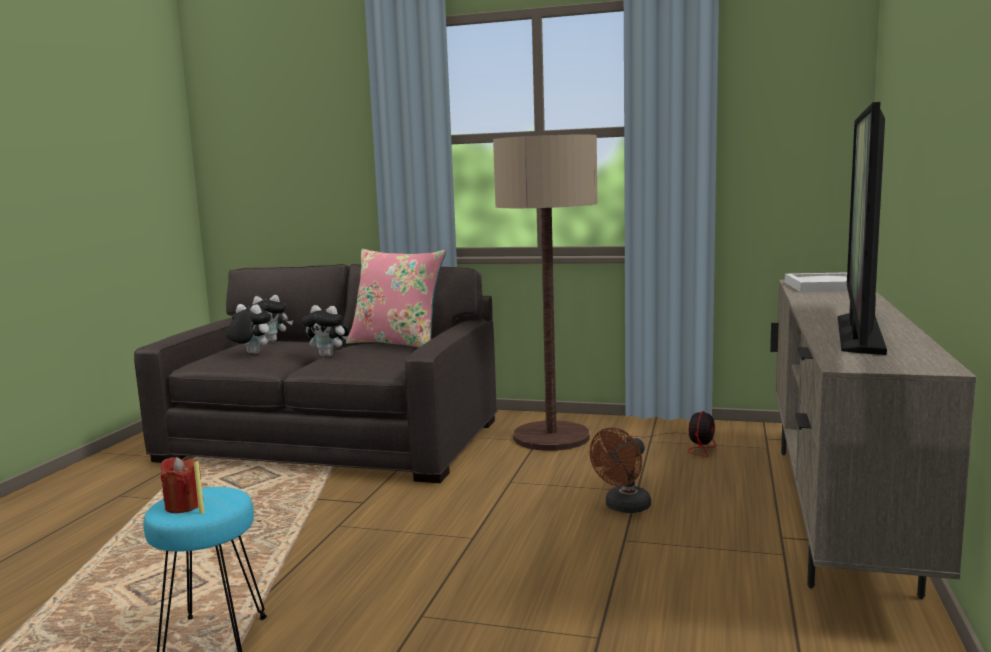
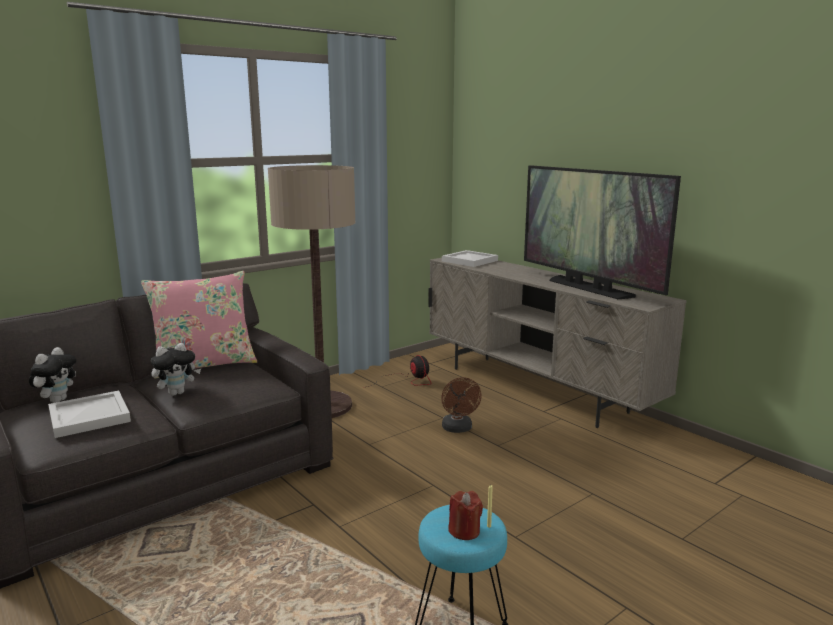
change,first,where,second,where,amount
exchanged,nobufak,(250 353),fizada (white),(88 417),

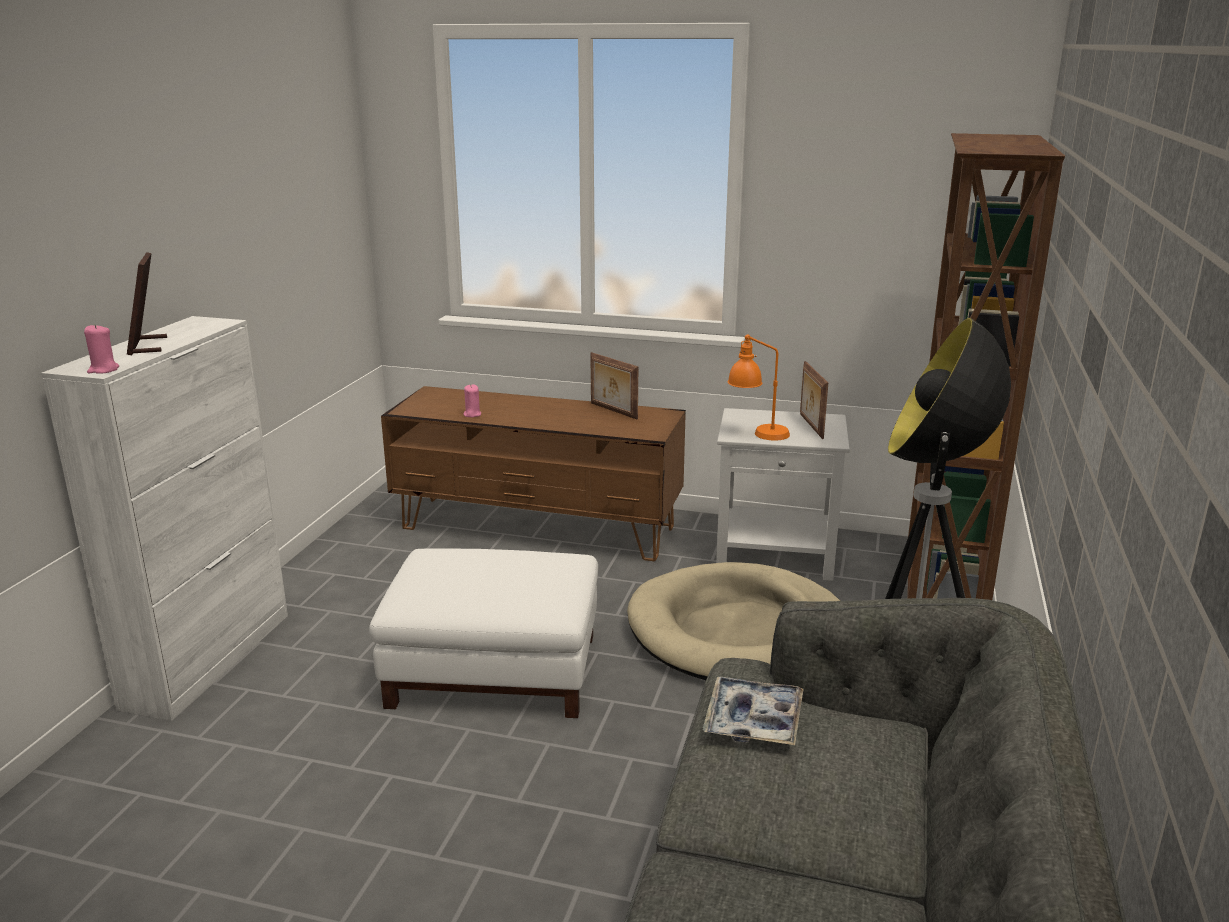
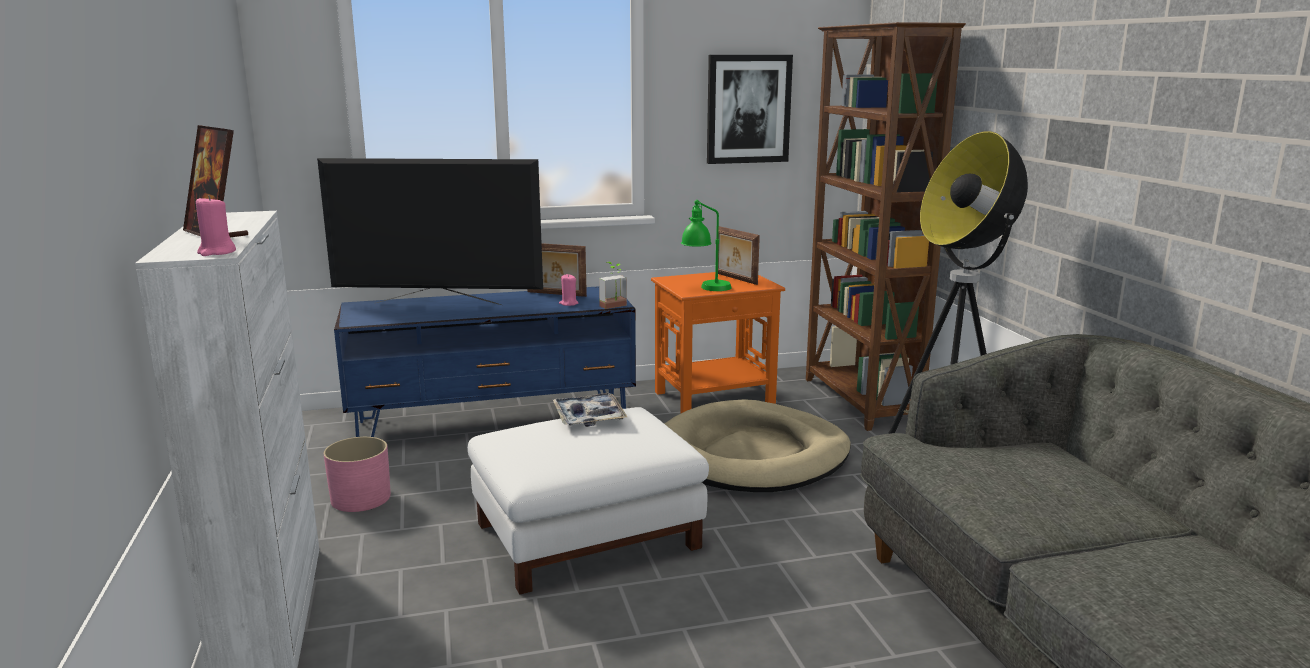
change,first,where,second,where,amount
colour,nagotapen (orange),(757 435),nagotapen (green),(706 289),
relocated,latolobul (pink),(472 414),,(568 303),
colour,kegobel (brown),(538 528),kegobel (blue),(494 421),
colour,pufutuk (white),(776 555),pufutuk (orange),(715 398),
relocated,fizada,(753 720),,(589 417),
appeared,,,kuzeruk,(748 109),
appeared,,,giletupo,(438 304),
appeared,,,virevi,(615 307),
appeared,,,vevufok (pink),(361 498),

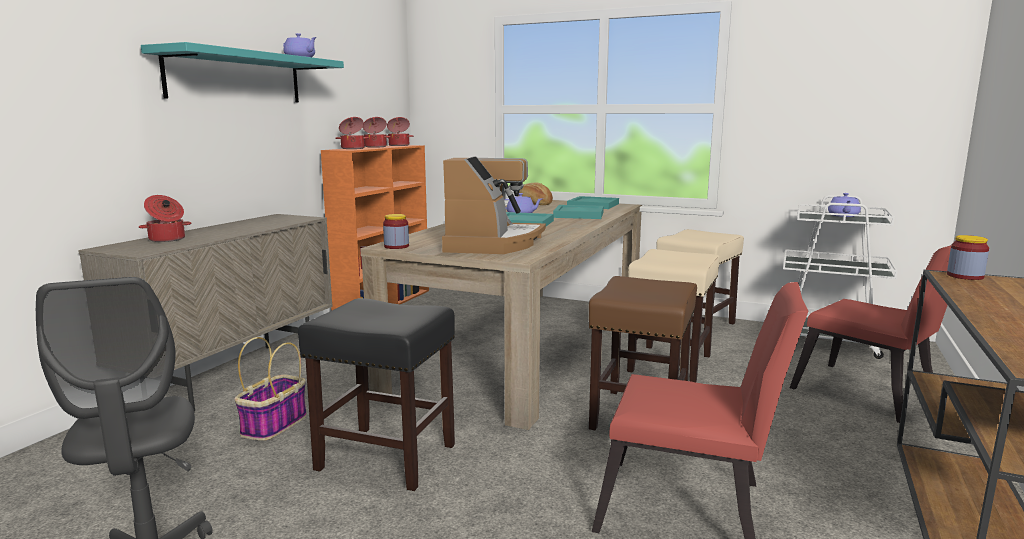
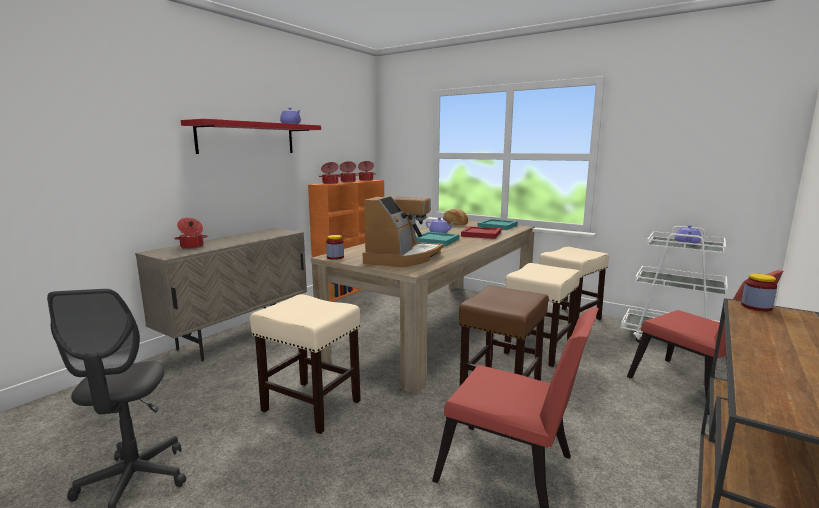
change,first,where,second,where,amount
colour,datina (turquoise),(236 78),datina (red),(247 138),
colour,fizada (turquoise),(579 215),fizada (red),(481 234),
colour,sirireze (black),(384 457),sirireze (beige),(310 405),
missing,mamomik,(274 425),,,

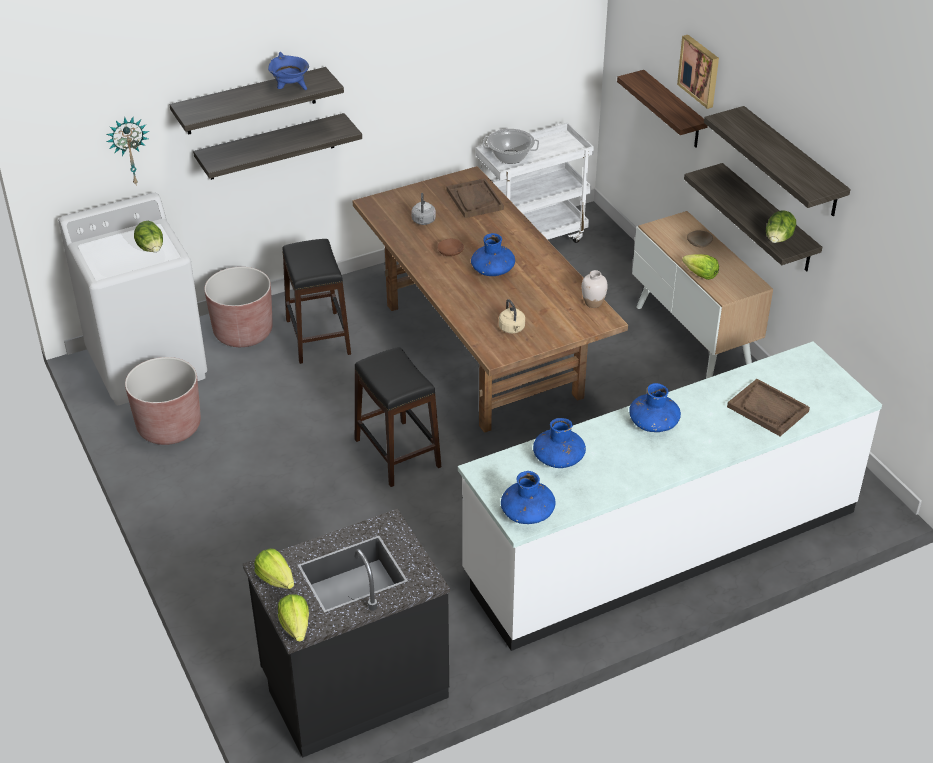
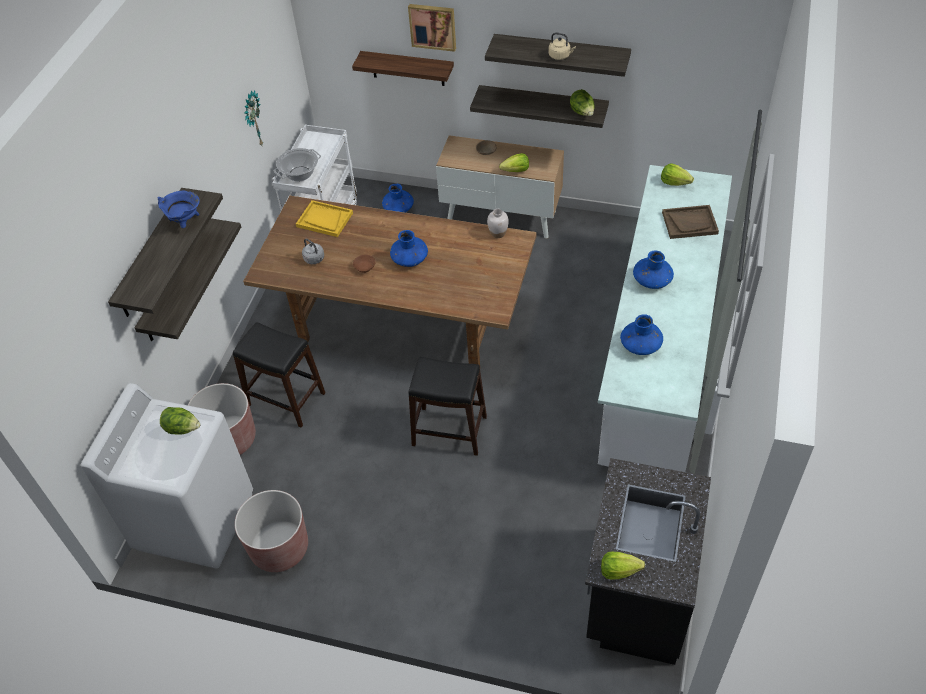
change,first,where,second,where,amount
relocated,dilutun,(129 150),,(252 120),
colour,fizada (brown),(474 200),fizada (yellow),(324 220),
relocated,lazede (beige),(512 329),,(560 56),
relocated,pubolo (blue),(527 513),,(398 208),
relocated,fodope,(296 626),,(674 182),

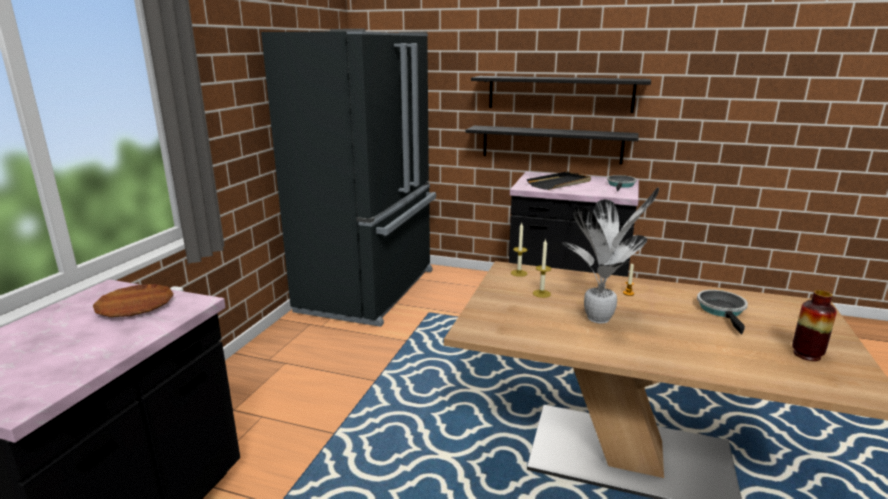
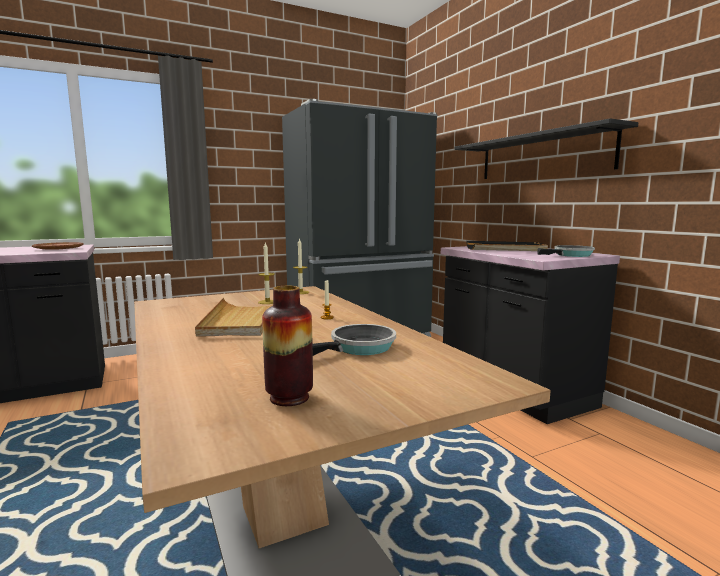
change,first,where,second,where,amount
missing,datina (black),(551 144),,,
exchanged,virevi,(601 319),fizada (beige),(241 320),

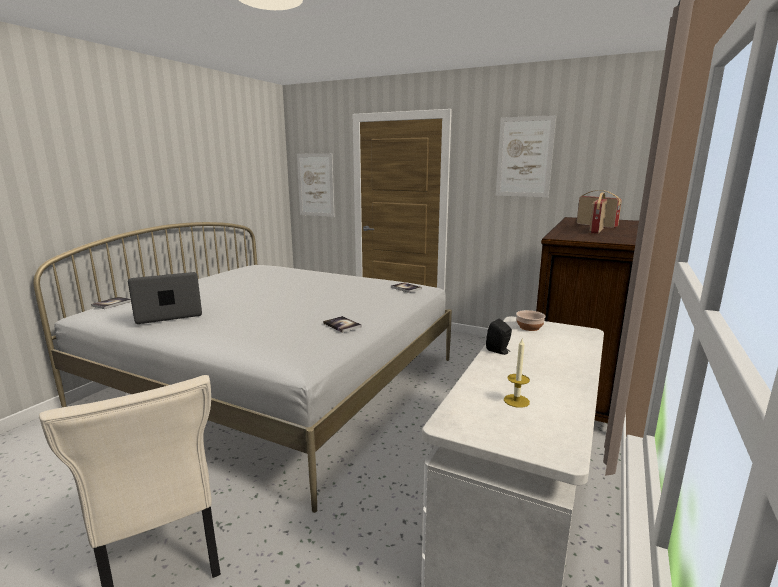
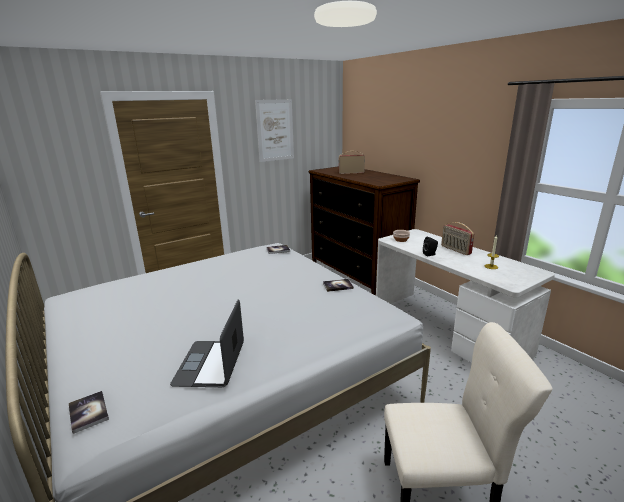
change,first,where,second,where,amount
missing,kuzeruk,(315 185),,,
relocated,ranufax,(596 230),,(455 250),

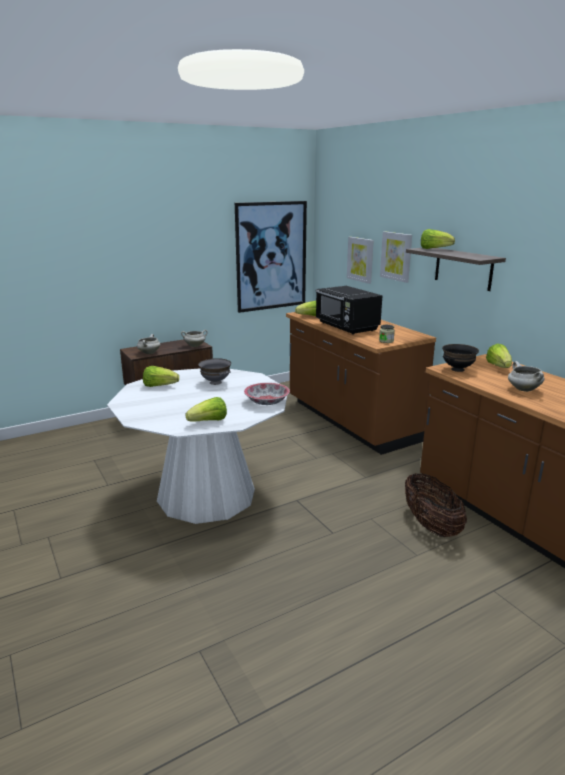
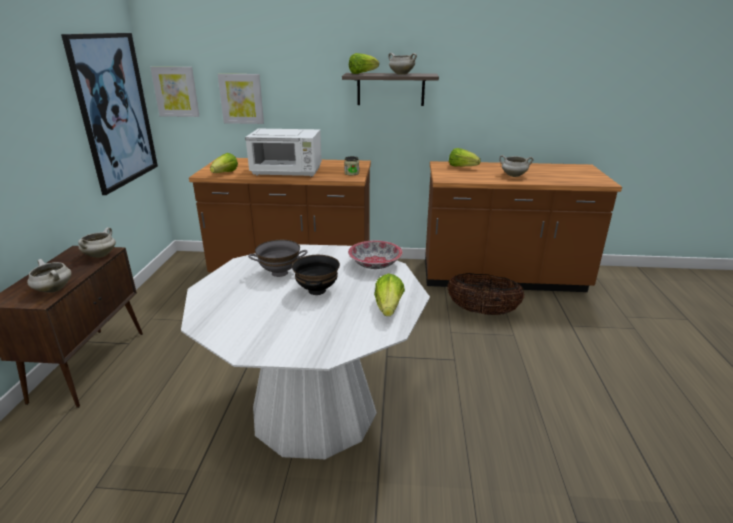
change,first,where,second,where,amount
relocated,kuzeruk,(396 256),,(176 91),
colour,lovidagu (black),(346 327),lovidagu (white),(287 172),
relocated,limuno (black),(457 369),,(316 290),
missing,fodope,(159 386),,,
appeared,,,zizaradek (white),(401 74),

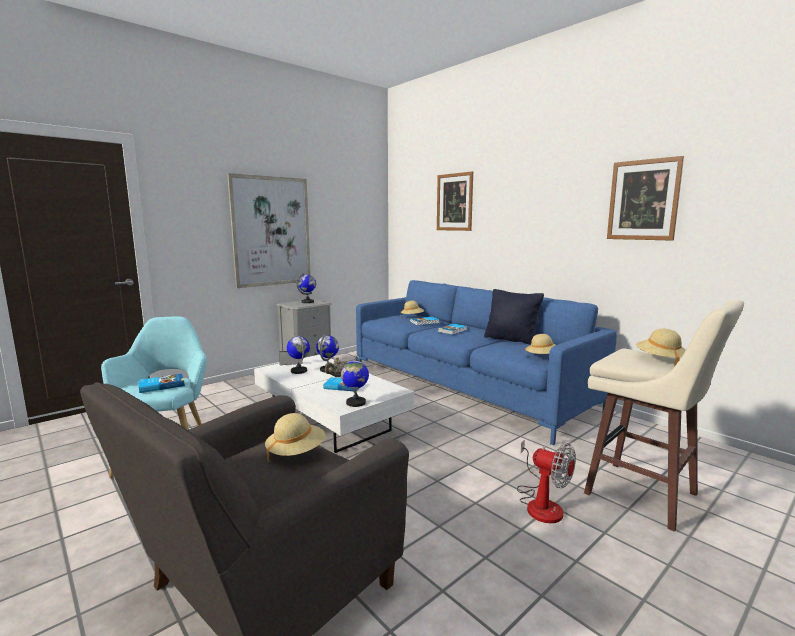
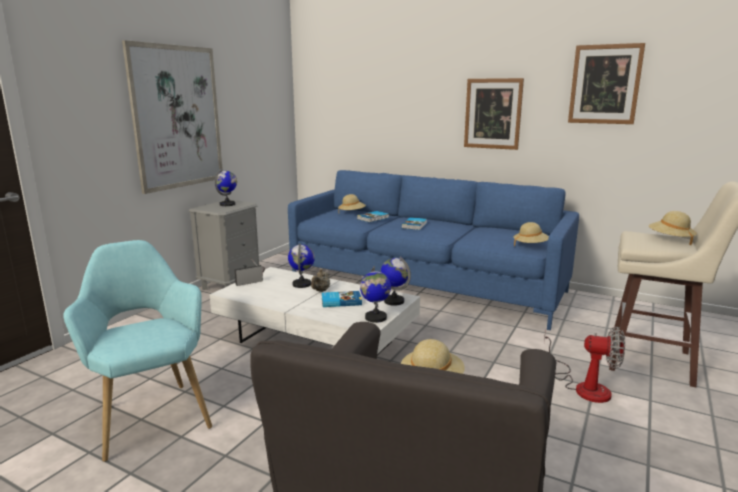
change,first,where,second,where,amount
relocated,kuzeruk,(454 202),,(493 114),
missing,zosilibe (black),(511 340),,,
relocated,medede,(299 371),,(394 301),
missing,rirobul,(161 385),,,

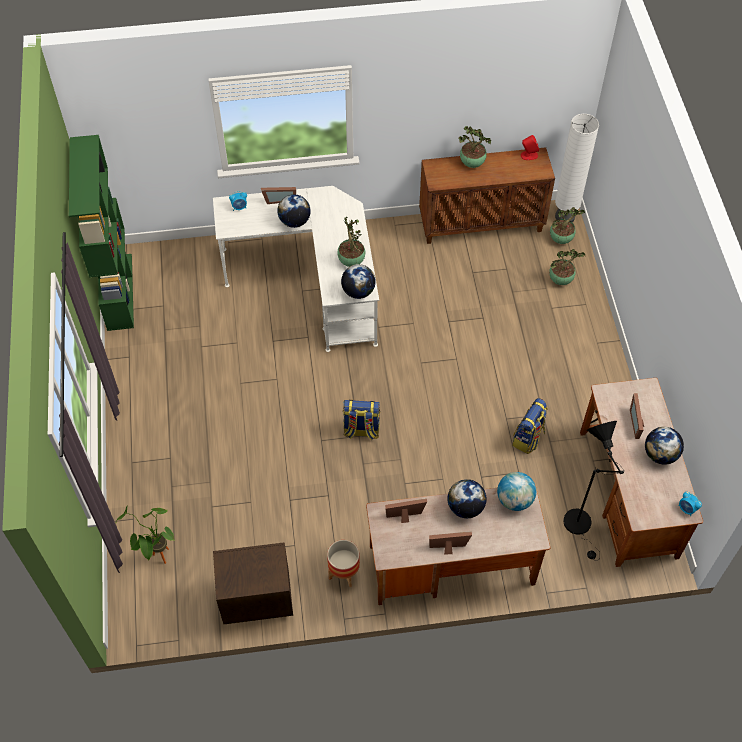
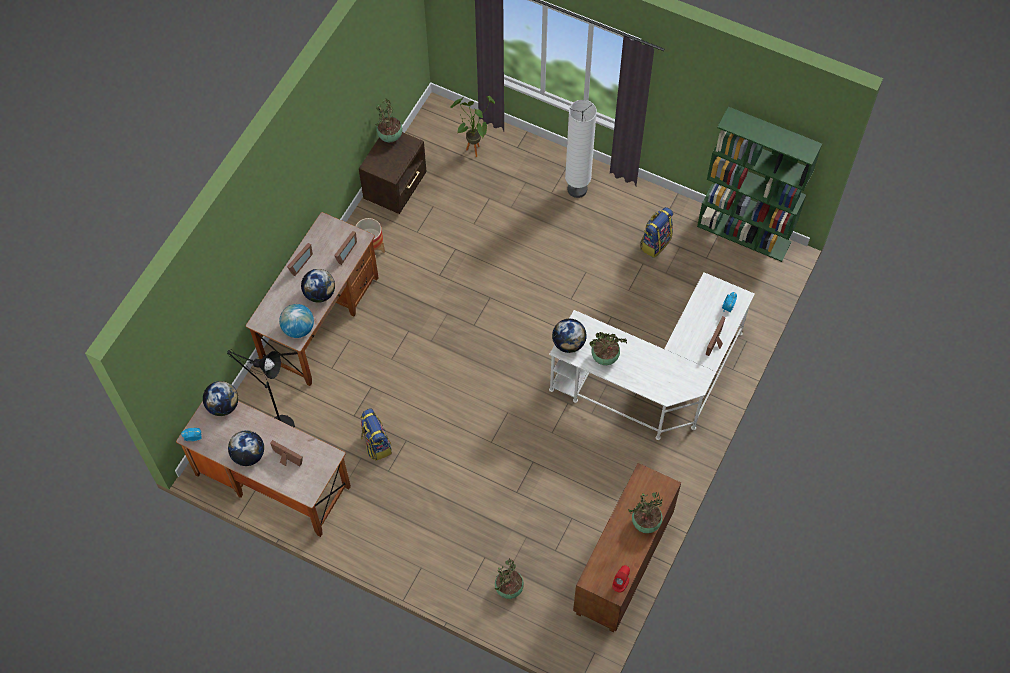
change,first,where,second,where,amount
relocated,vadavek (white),(564 217),,(577 189),
relocated,medede,(294 221),,(223 406),
relocated,virevi,(561 239),,(390 137),
relocated,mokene,(361 430),,(655 242),

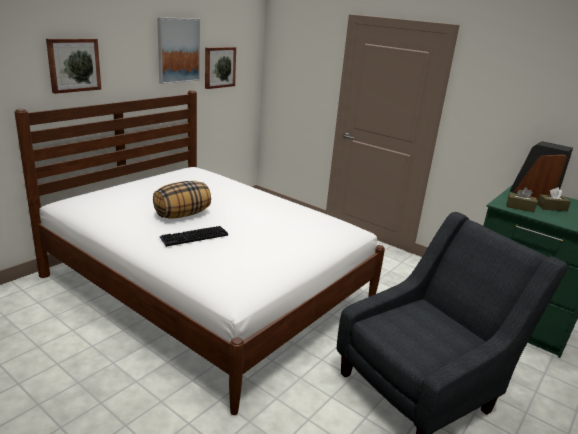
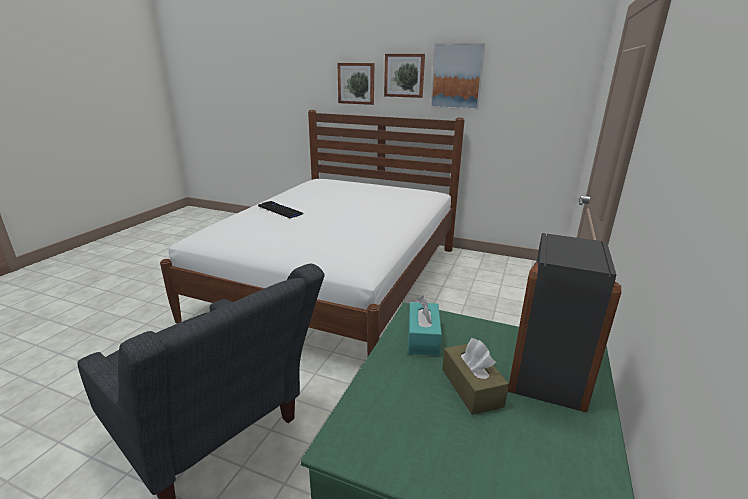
change,first,where,second,where,amount
relocated,kuzeruk,(219 67),,(404 75),
missing,zosilibe,(182 215),,,
colour,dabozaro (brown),(520 207),dabozaro (turquoise),(423 337),

